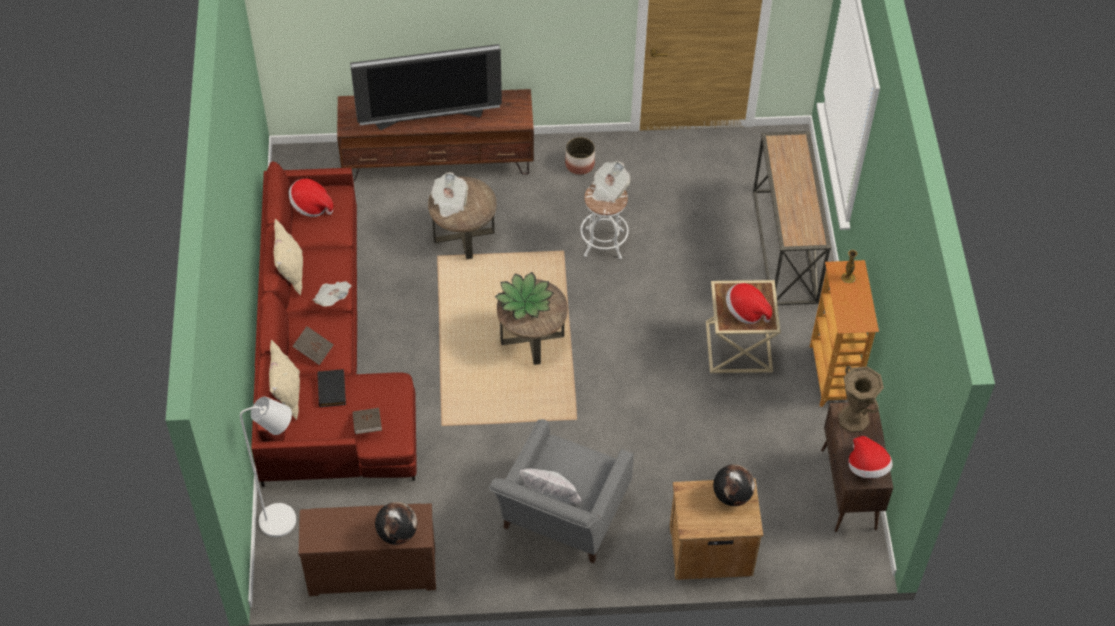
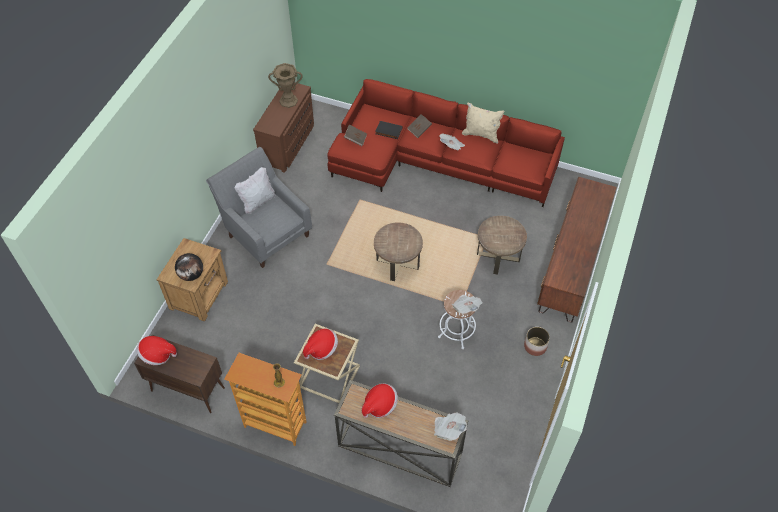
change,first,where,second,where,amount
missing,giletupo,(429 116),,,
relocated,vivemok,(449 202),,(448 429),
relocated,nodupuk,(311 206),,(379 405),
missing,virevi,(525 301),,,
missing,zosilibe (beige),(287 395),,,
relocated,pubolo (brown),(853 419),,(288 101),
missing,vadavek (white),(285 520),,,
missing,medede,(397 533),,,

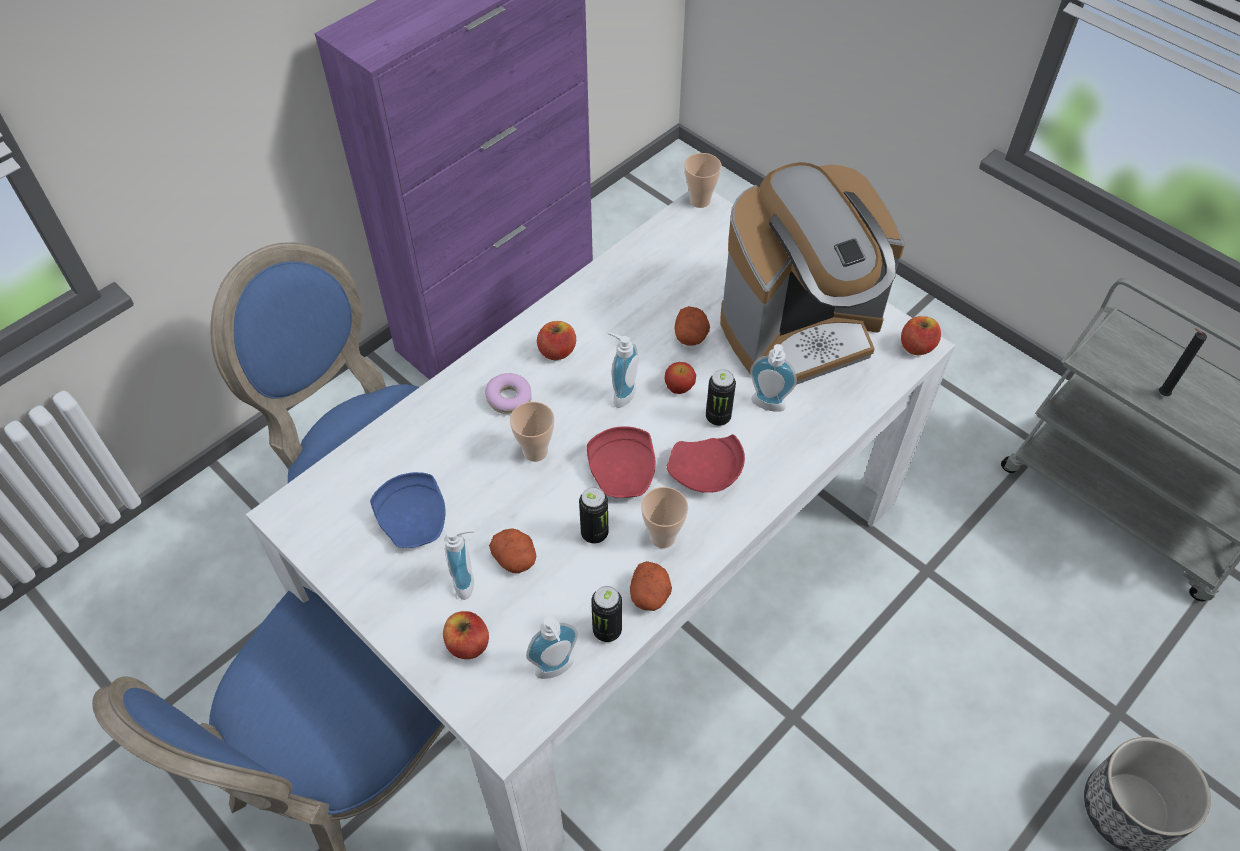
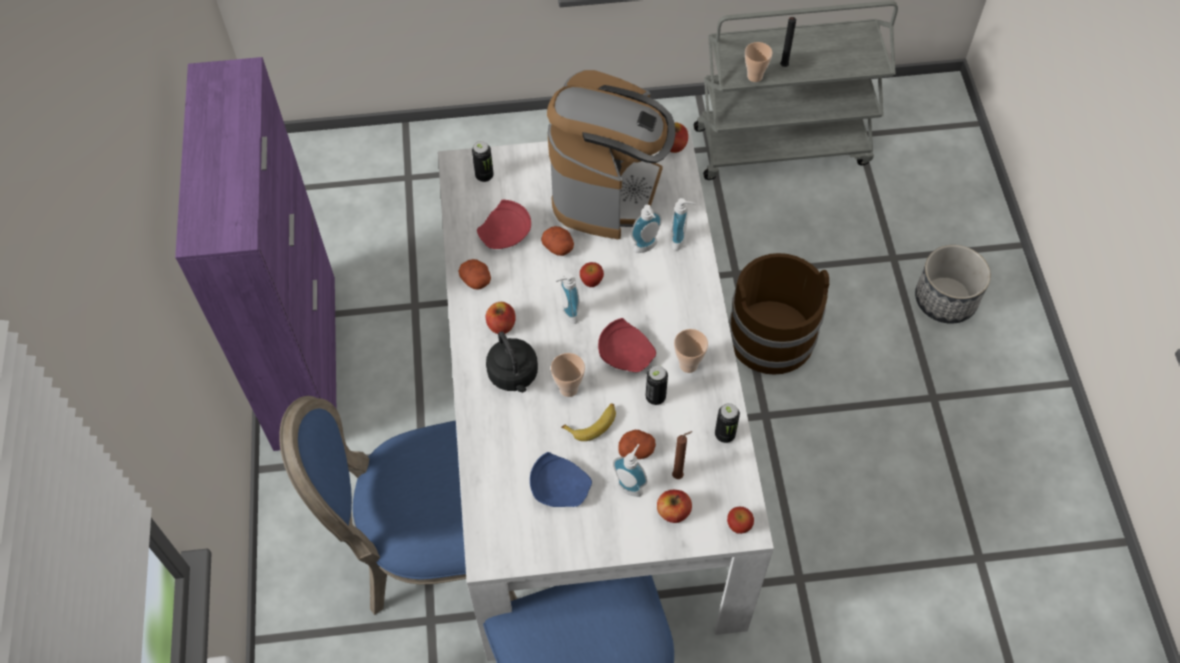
change,first,where,second,where,amount
relocated,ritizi,(700 201),,(755 76),
relocated,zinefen,(718 417),,(484 176),
exchanged,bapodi,(509 398),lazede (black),(514 376),
relocated,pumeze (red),(706 473),,(506 233),
relocated,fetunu,(650 594),,(476 280),
relocated,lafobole,(556 671),,(681 240),
appeared,,,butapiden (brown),(772 336),
appeared,,,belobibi,(593 423),
appeared,,,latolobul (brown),(679 475),
appeared,,,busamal,(738 525),

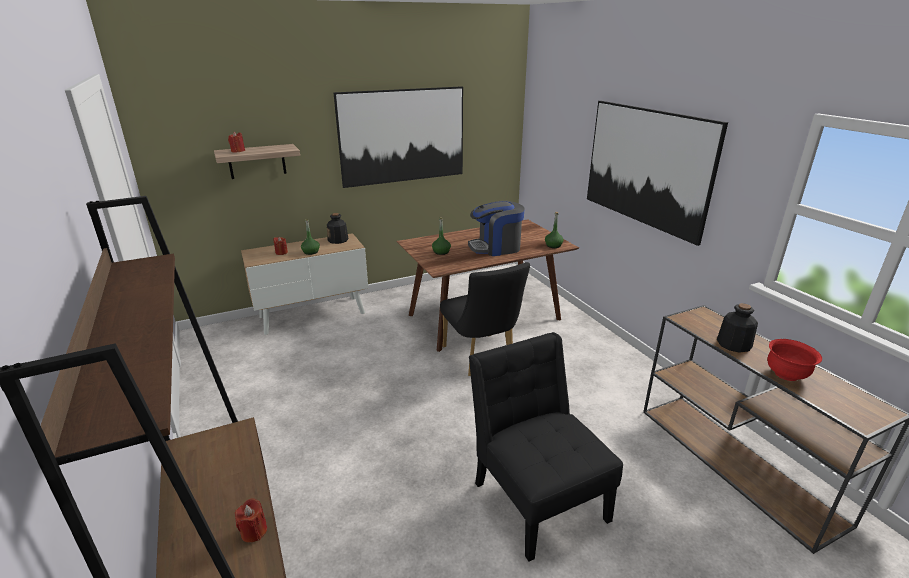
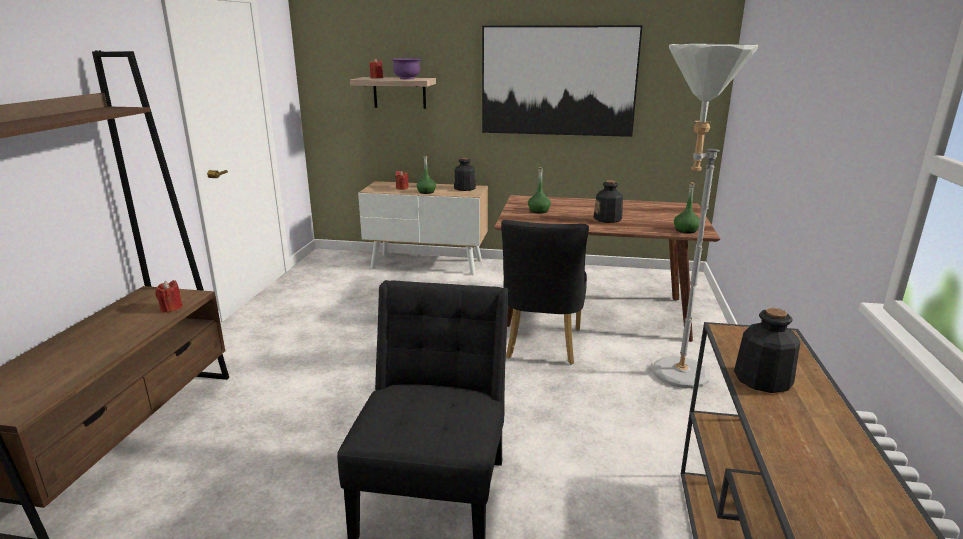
change,first,where,second,where,amount
missing,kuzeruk,(646 167),,,
exchanged,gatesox,(496 247),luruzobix,(607 219),
missing,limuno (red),(786 375),,,
relocated,latolobul (red),(254 531),,(171 308),
appeared,,,vadavek (grey),(671 377),
appeared,,,limuno (purple),(407 79),

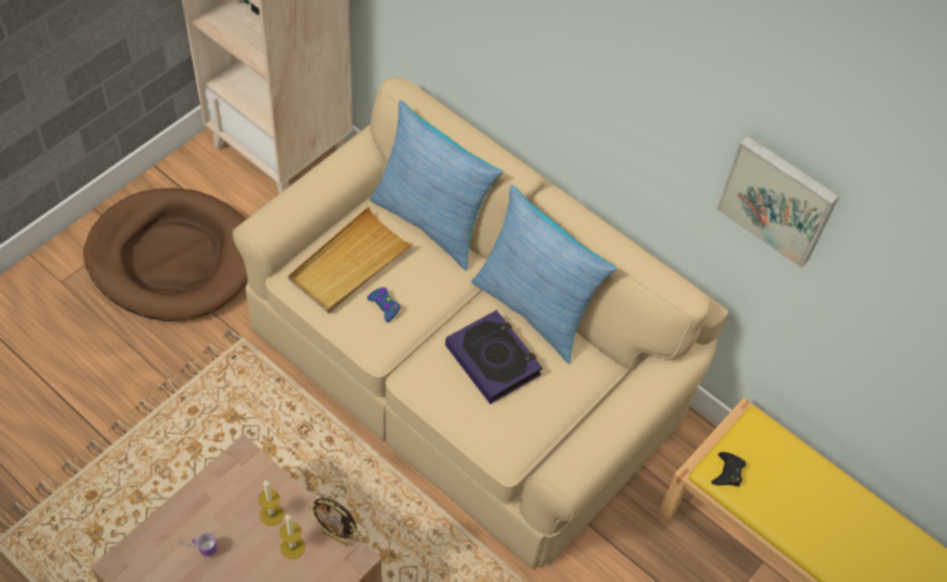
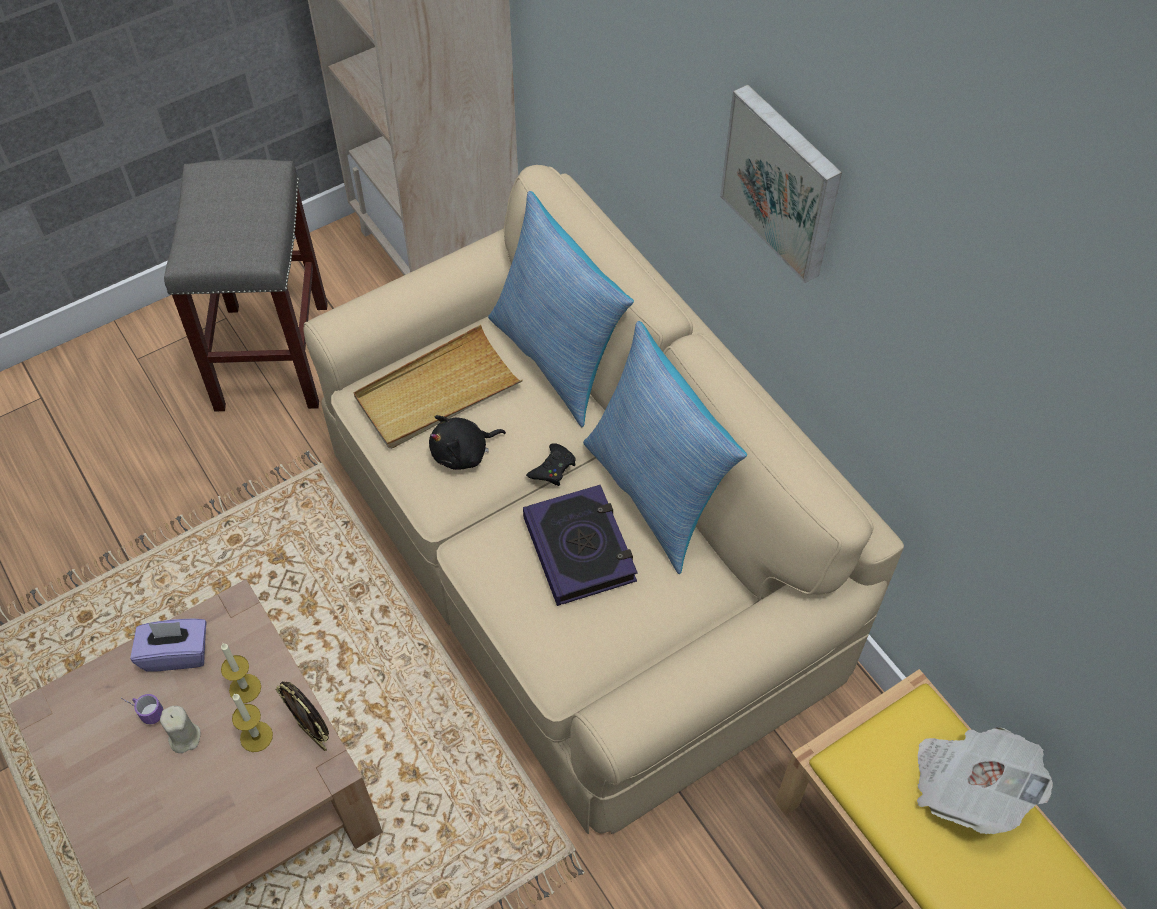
change,first,where,second,where,amount
relocated,kuzeruk,(778 199),,(784 181),
exchanged,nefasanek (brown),(173 258),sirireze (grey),(271 354),
exchanged,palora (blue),(384 306),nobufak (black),(463 453),
relocated,palora (black),(728 472),,(553 468),
appeared,,,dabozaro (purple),(176 653),
appeared,,,latolobul (beige),(184 737),
appeared,,,vivemok,(969 786),

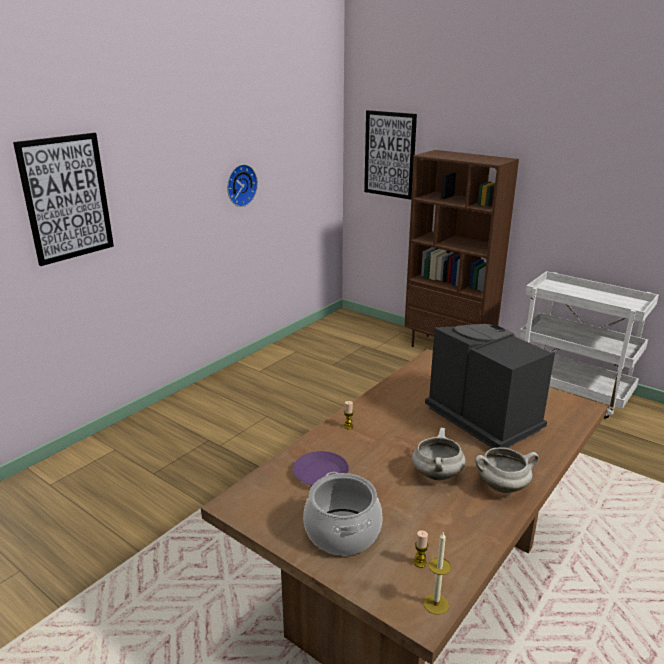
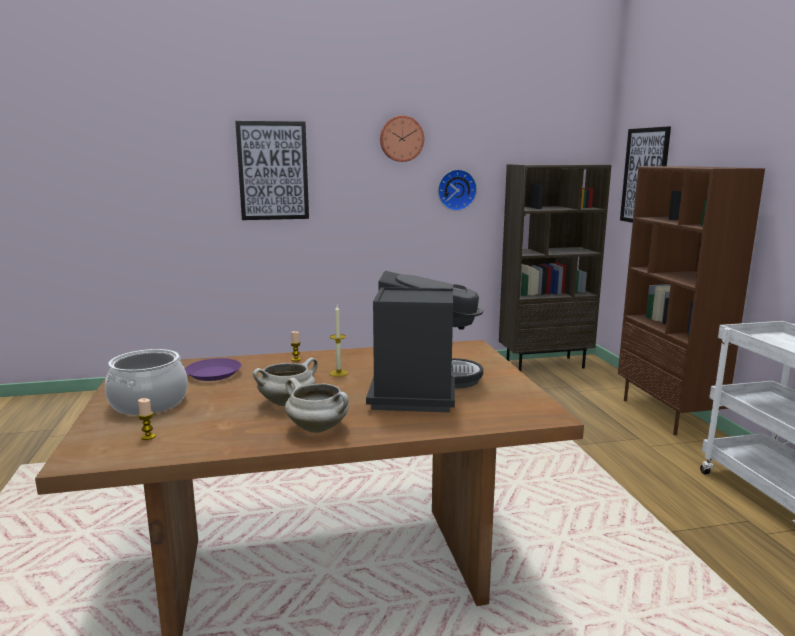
change,first,where,second,where,amount
relocated,latolobul,(436 604),,(338 373),
appeared,,,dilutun,(401 139),
appeared,,,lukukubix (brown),(545 364),

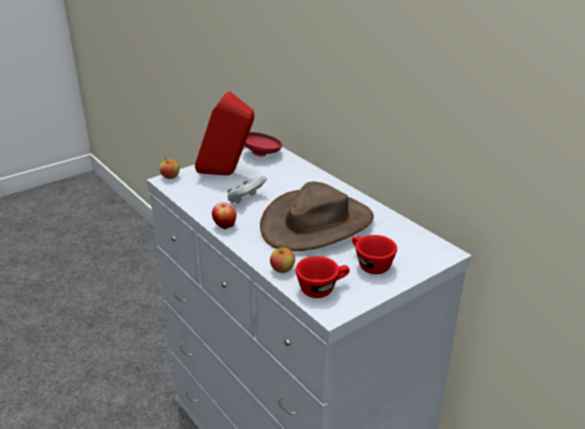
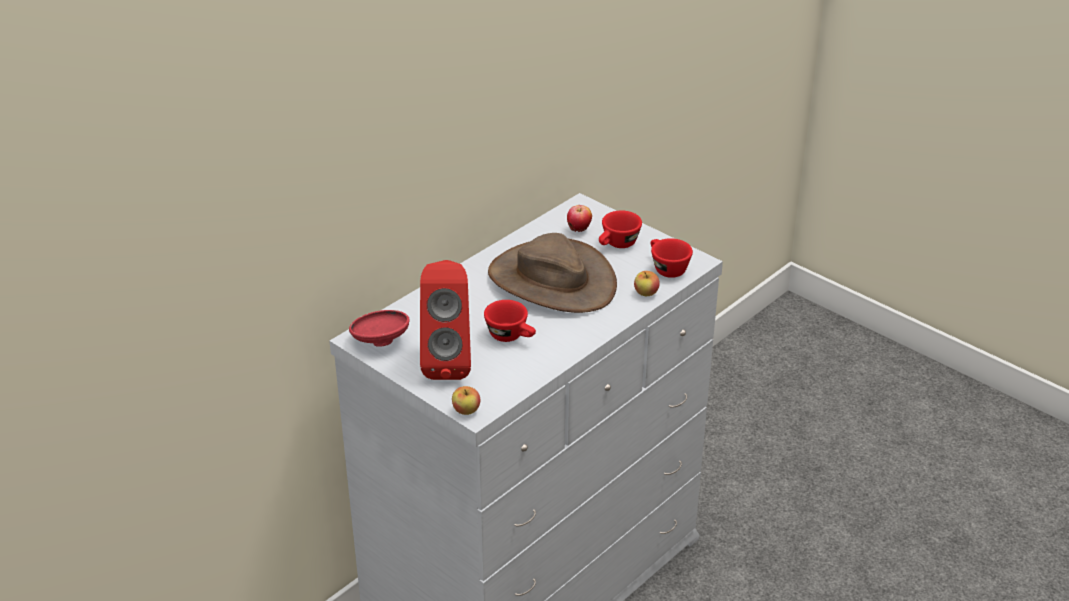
change,first,where,second,where,amount
exchanged,palora (white),(246 199),ritizi (red),(511 336),
relocated,busamal,(224 226),,(579 230),

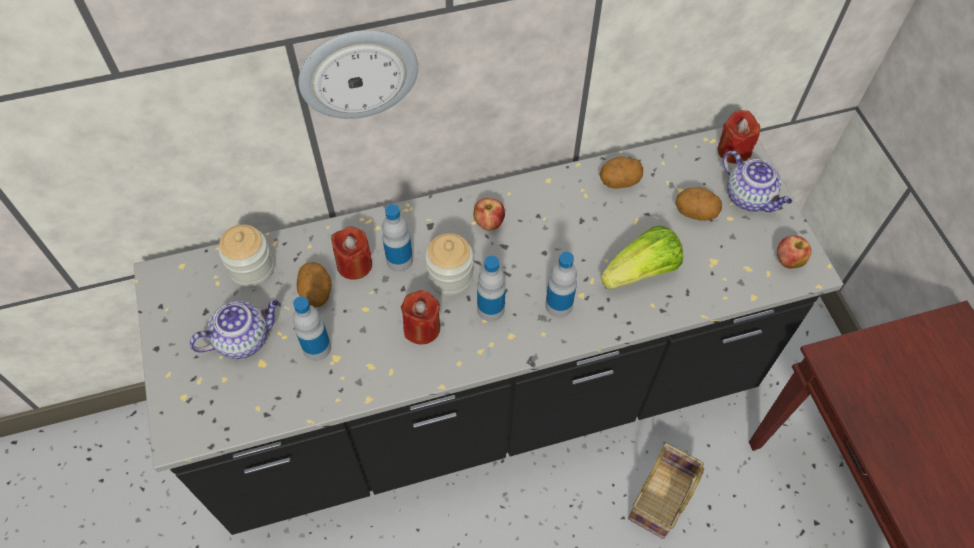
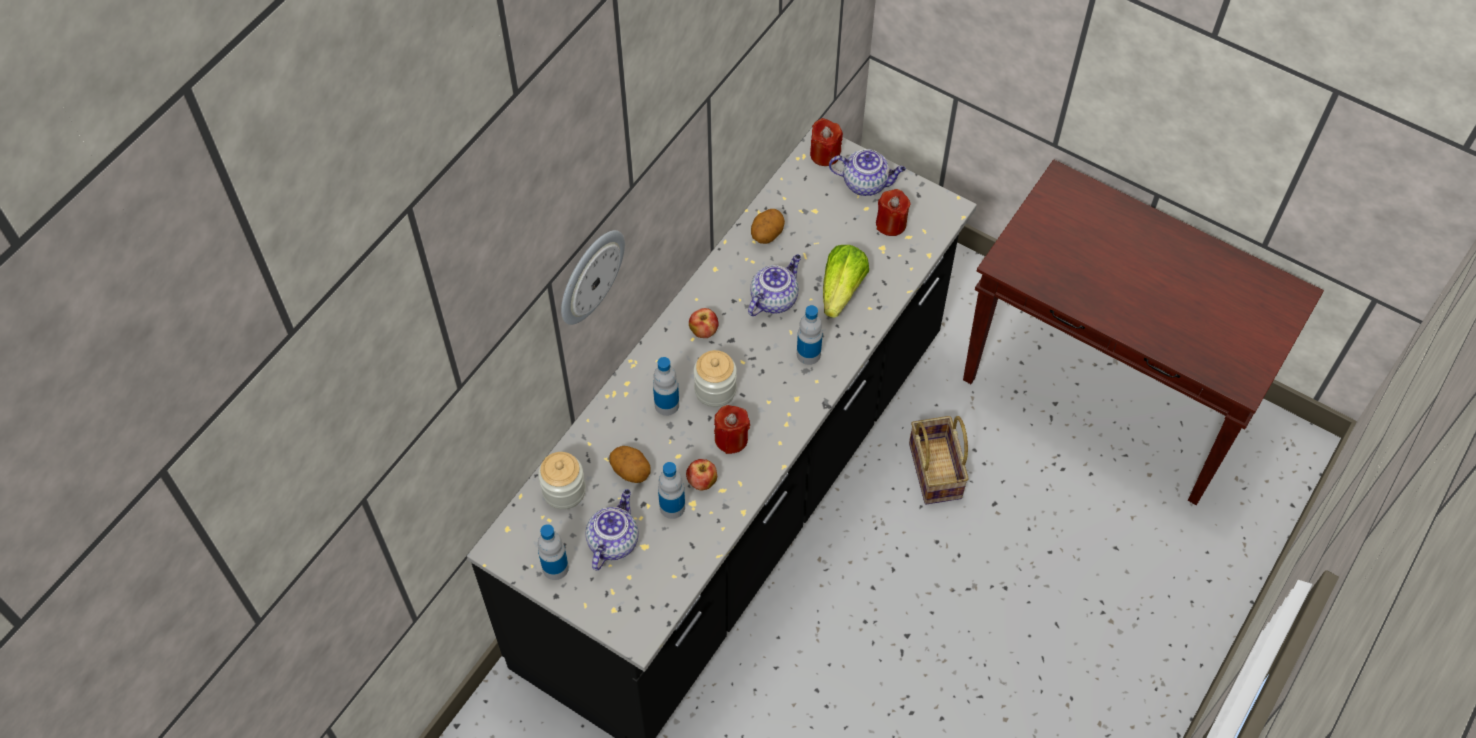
change,first,where,second,where,amount
missing,fetunu,(695 213),,,
relocated,latolobul (red),(354 264),,(891 224),
relocated,busamal,(788 261),,(702 482),
relocated,luruzobix,(490 309),,(555 568),
appeared,,,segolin,(774 298),

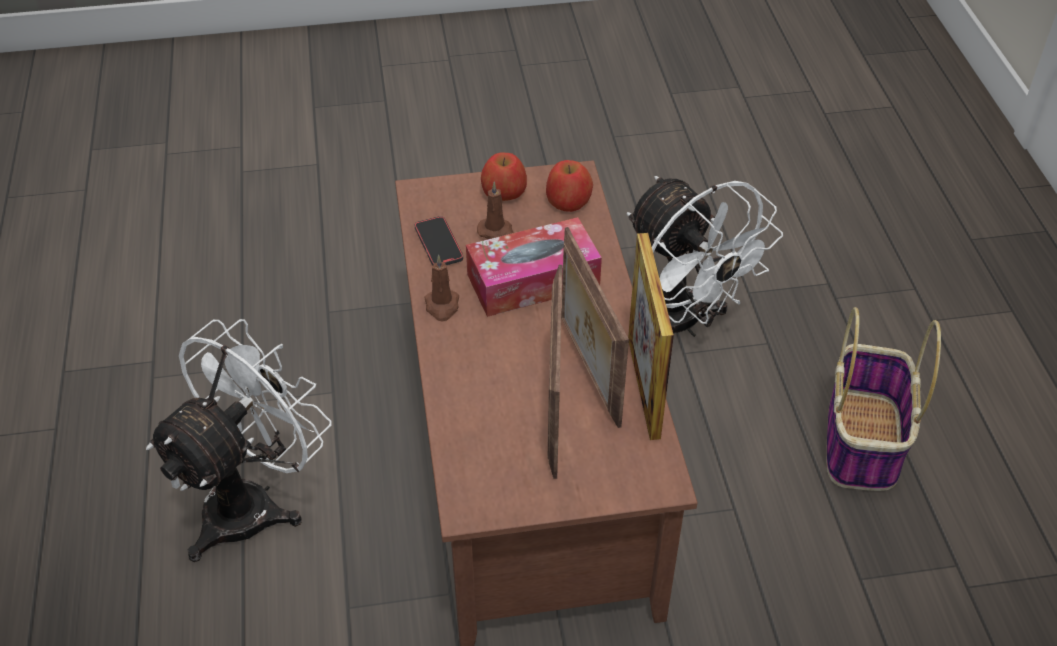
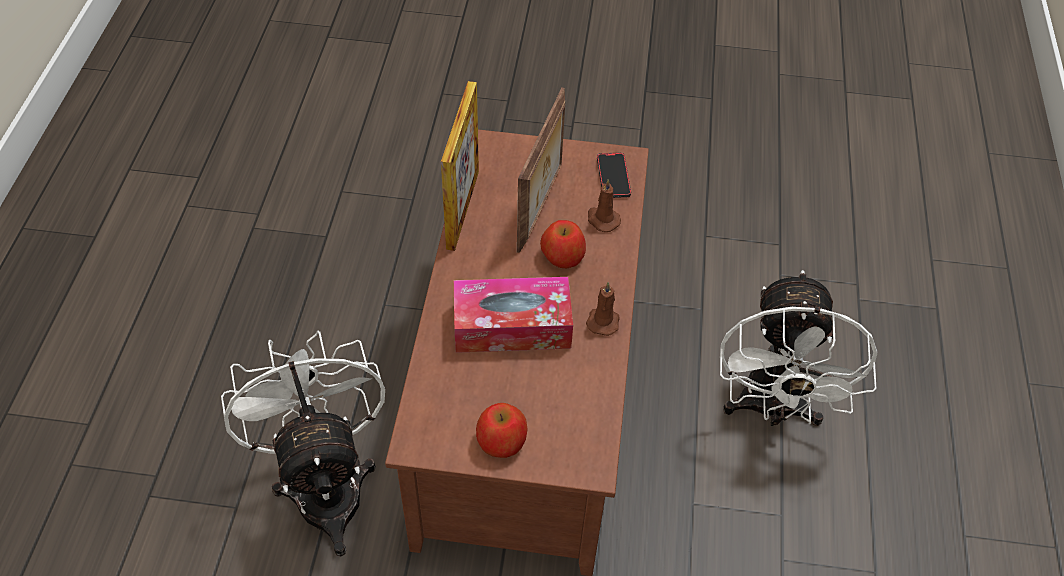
change,first,where,second,where,amount
relocated,busamal,(568 200),,(562 256),
relocated,latolobul (brown),(497 232),,(602 219),
relocated,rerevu,(438 244),,(613 177),
missing,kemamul,(587 370),,,
missing,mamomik,(863 443),,,
spun,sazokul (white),(253 502),,(771 410),45 degrees counterclockwise

